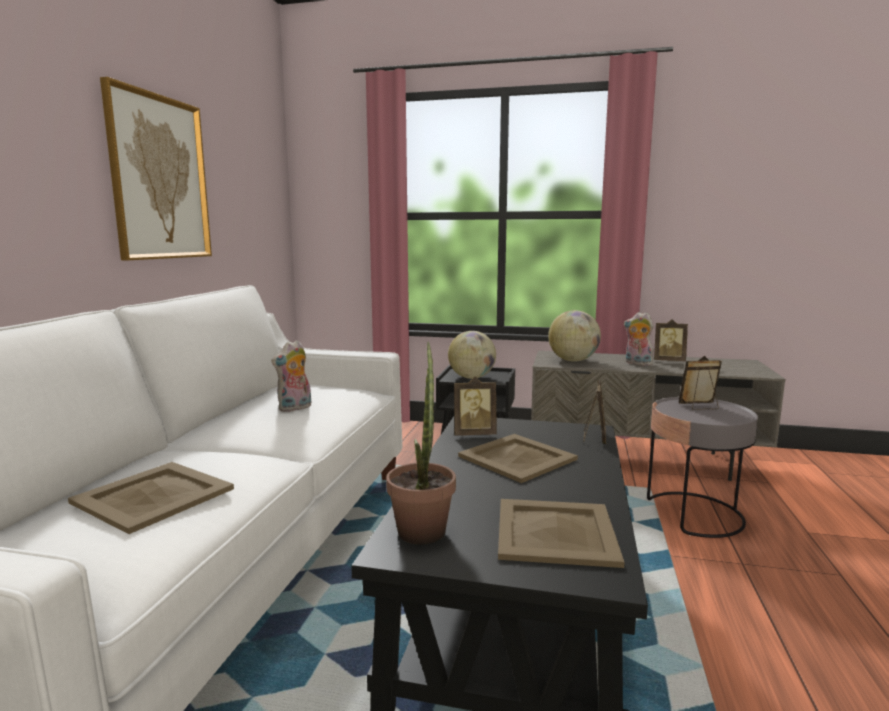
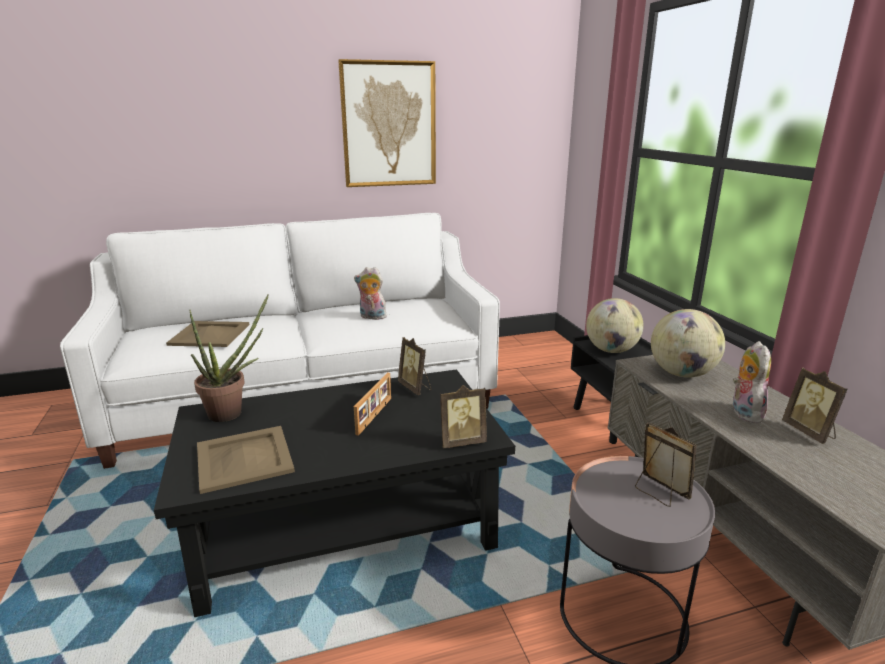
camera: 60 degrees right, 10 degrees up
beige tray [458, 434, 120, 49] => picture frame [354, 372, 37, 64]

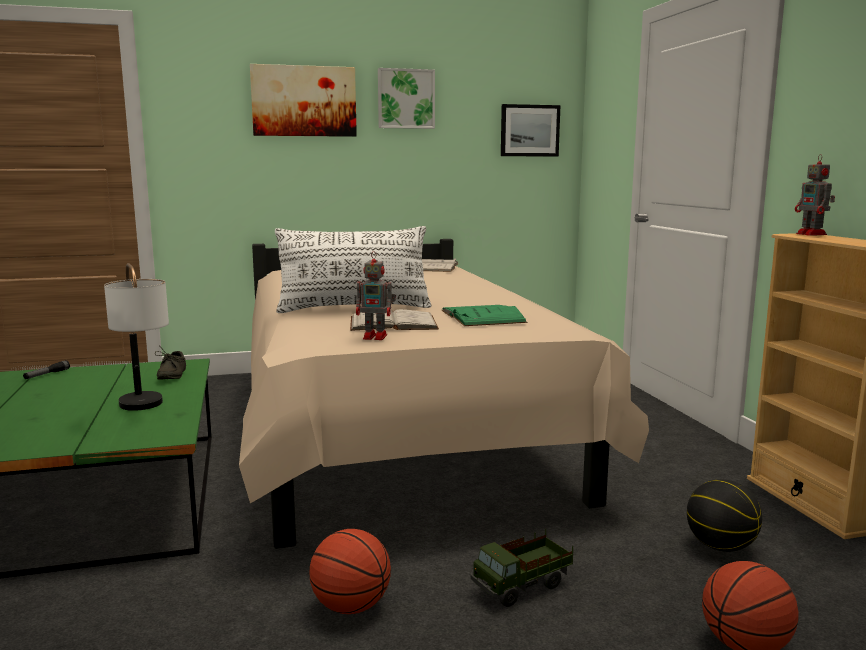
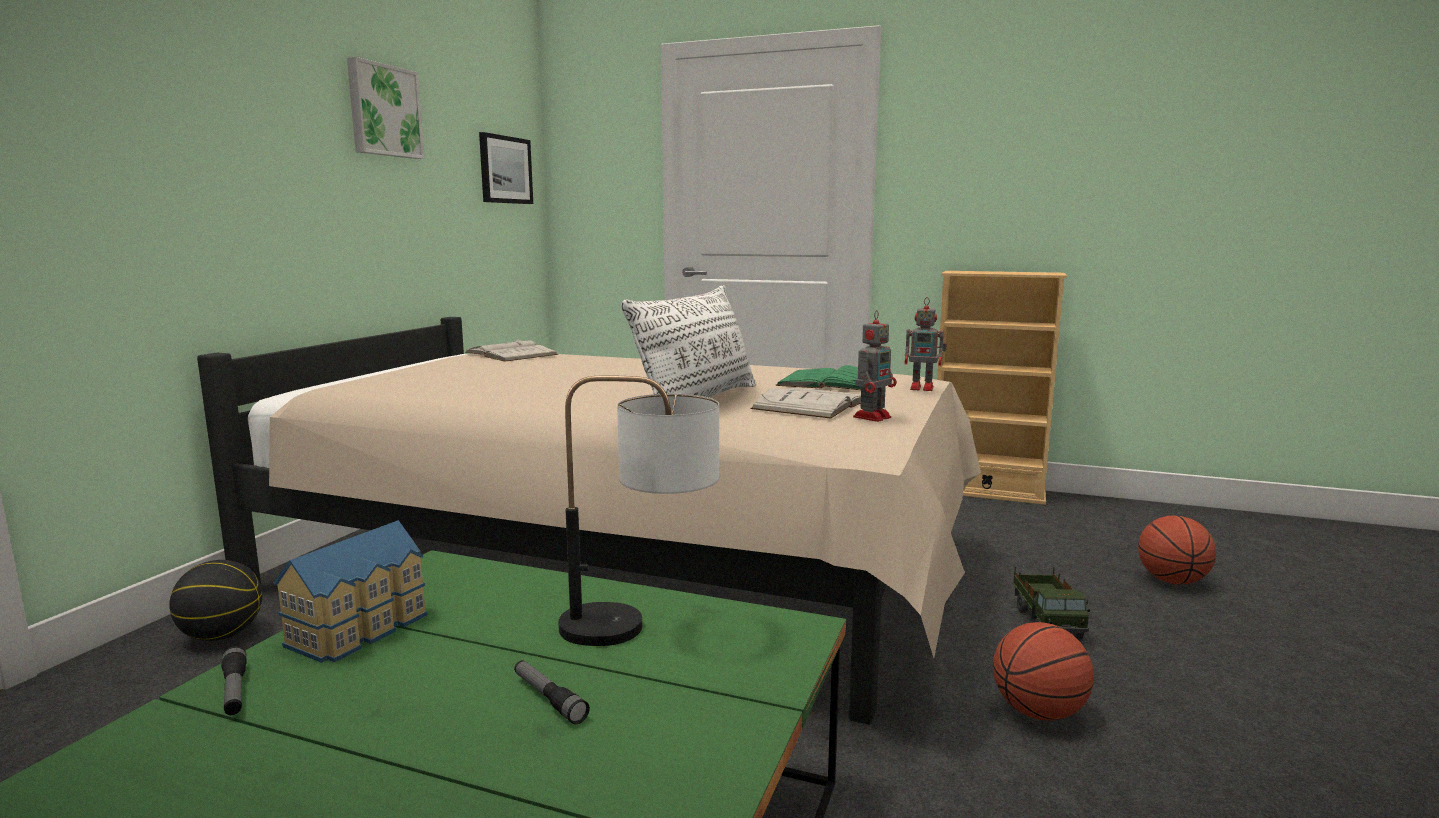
camera: 55 degrees left, 0 degrees up
basketball [687, 479, 75, 73] => basketball [169, 560, 93, 81], shifted
nothing => toy house [274, 520, 154, 143]
nothing => flashlight [514, 660, 76, 64]
toy robot [795, 154, 40, 82] => toy robot [904, 297, 43, 94], shifted
grey shoe [155, 348, 31, 32] => nothing
picture [250, 64, 107, 73] => nothing

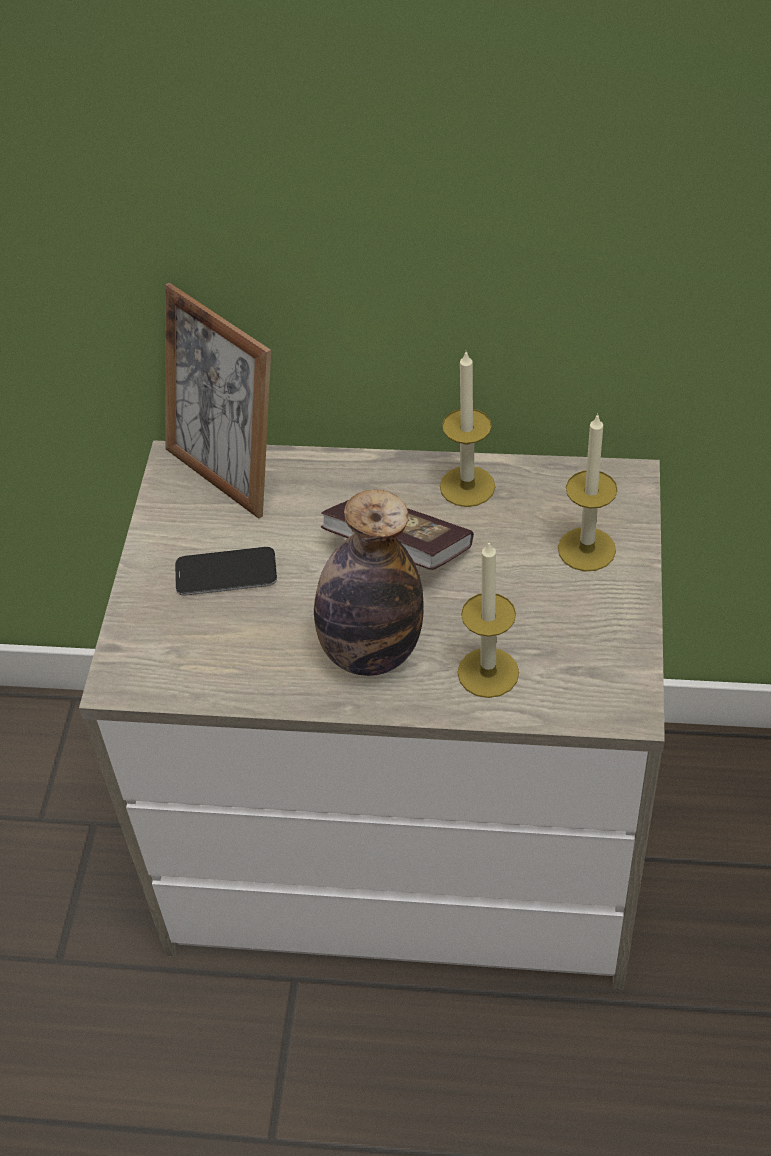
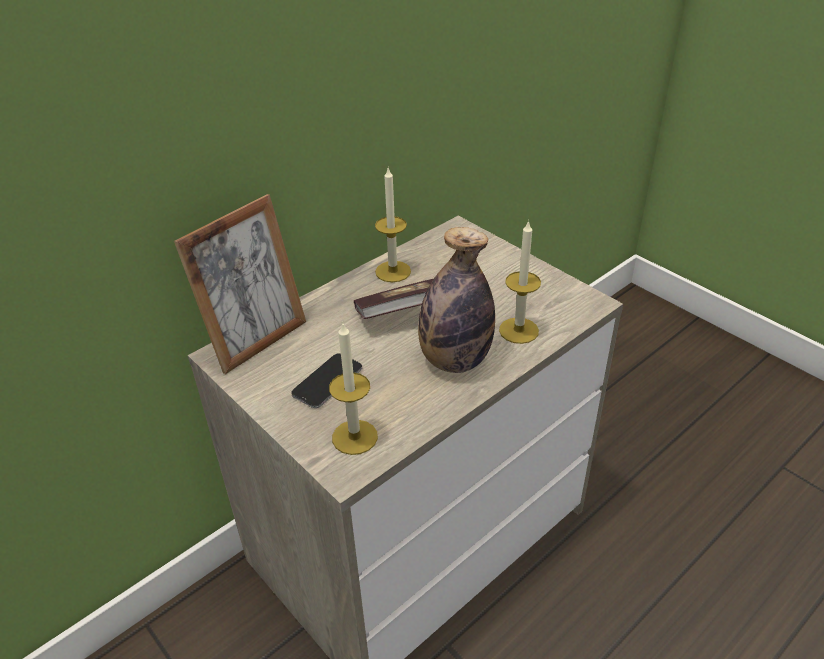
camera: 50 degrees left, 10 degrees down
picture frame [165, 283, 106, 236] => picture frame [174, 194, 132, 180], 45 degrees counterclockwise
candle [558, 413, 60, 158] => candle [329, 322, 49, 133], shifted

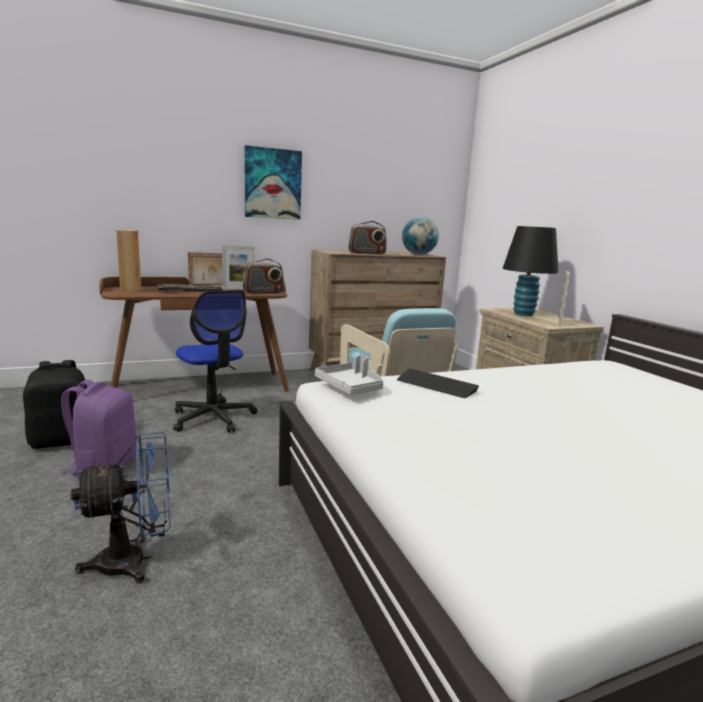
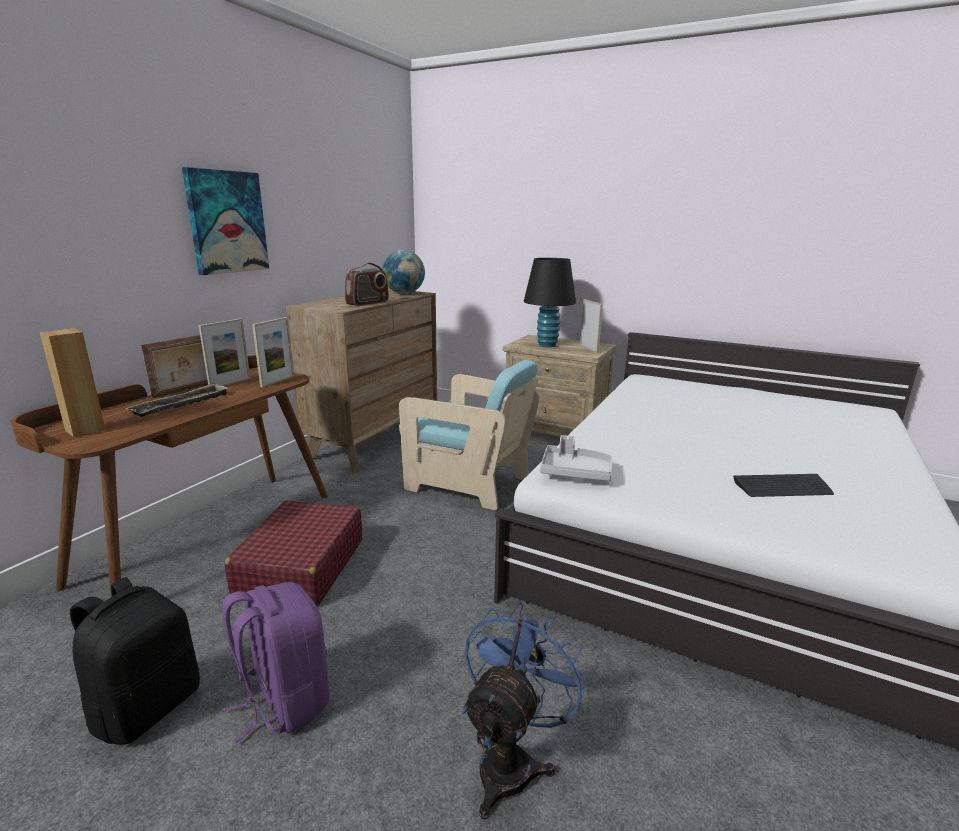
camera: 40 degrees left, 5 degrees up
office chair [173, 290, 85, 143] => red suitcase [225, 500, 137, 106]
radio [243, 258, 41, 36] => picture frame [252, 317, 42, 70]
keyboard [397, 368, 82, 30] => keyboard [733, 474, 101, 23], shifted

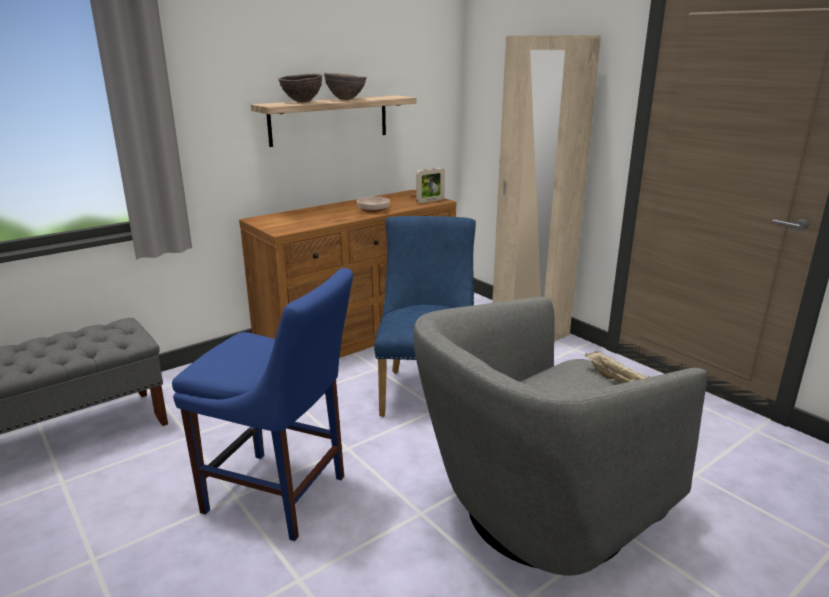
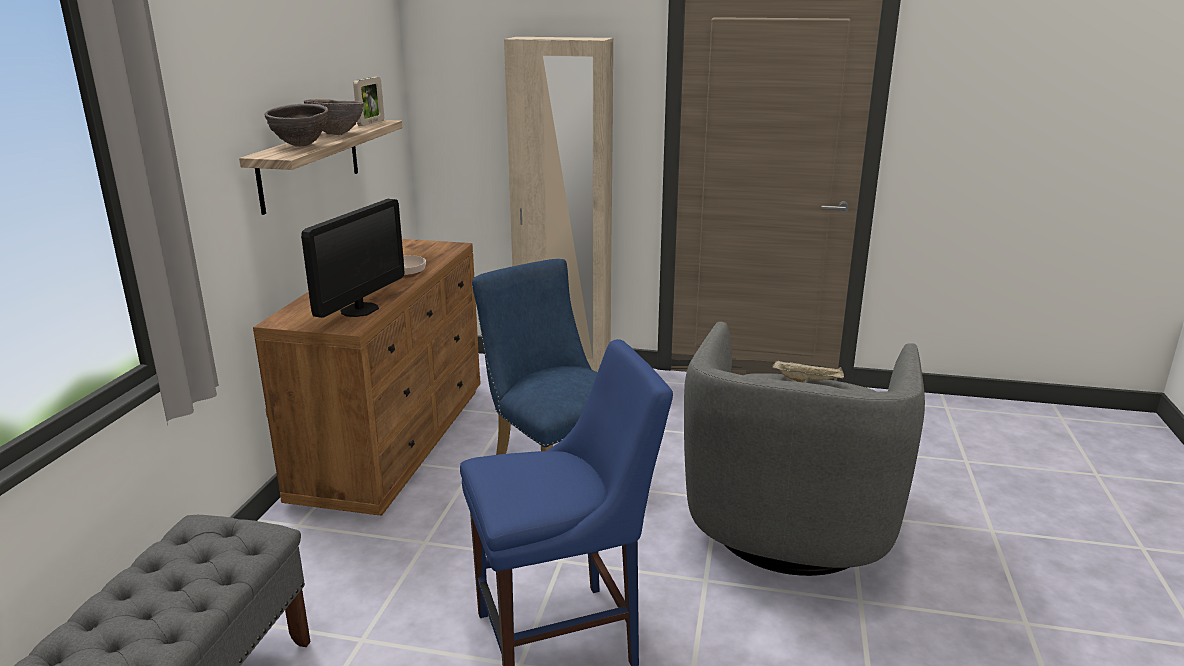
camera: 40 degrees left, 0 degrees up
nothing => monitor [301, 199, 103, 119]
picture frame [416, 168, 29, 35] => picture frame [353, 77, 31, 49], shifted

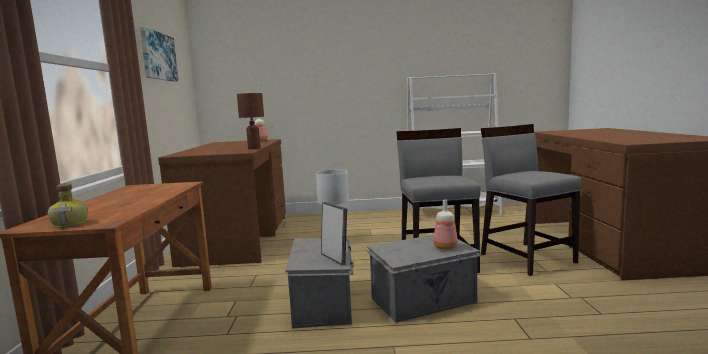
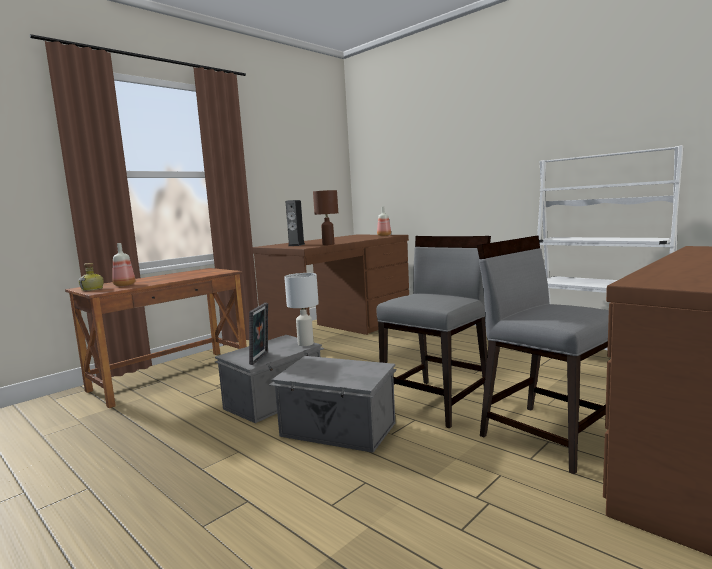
camera: 45 degrees right, 0 degrees up
bottle [433, 199, 25, 51] => bottle [112, 243, 23, 43], shifted
nothing => speaker [286, 200, 19, 46]
grey chair [481, 124, 101, 152] => grey chair [477, 235, 132, 239], 60 degrees counterclockwise
picture [140, 26, 39, 56] => nothing

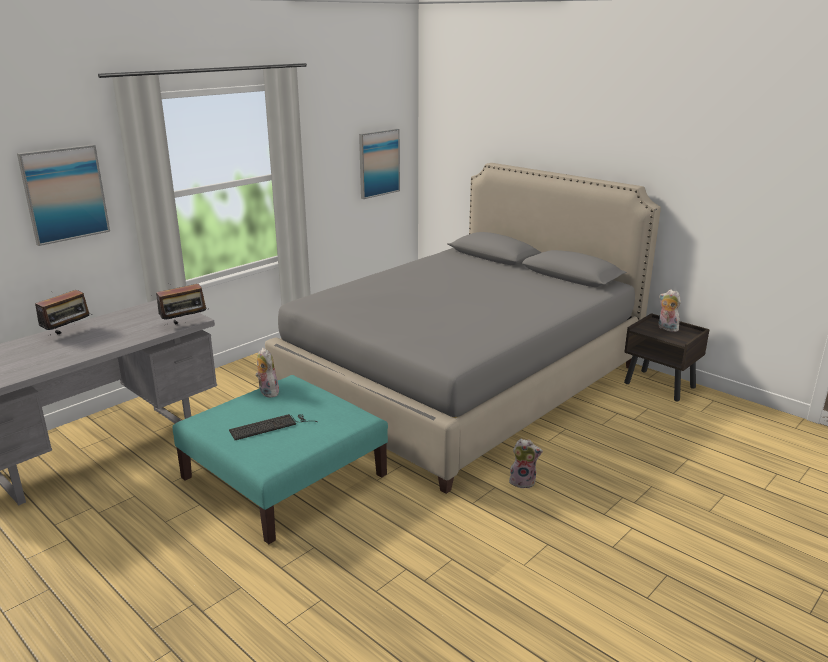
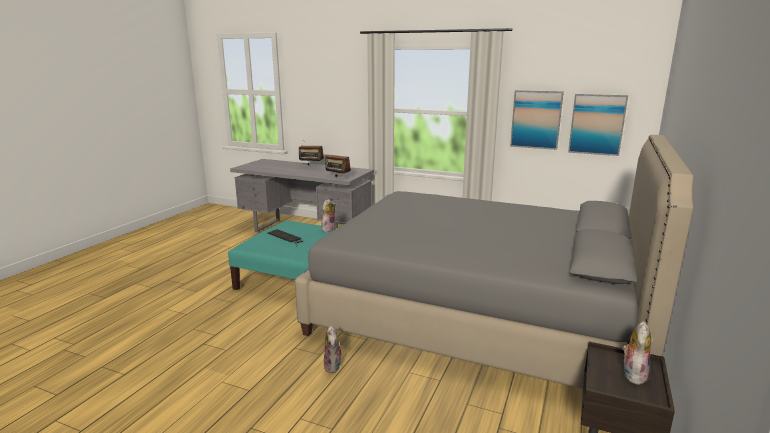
camera: 70 degrees right, 5 degrees down
picture [17, 145, 93, 101] => picture [510, 90, 54, 60], shifted

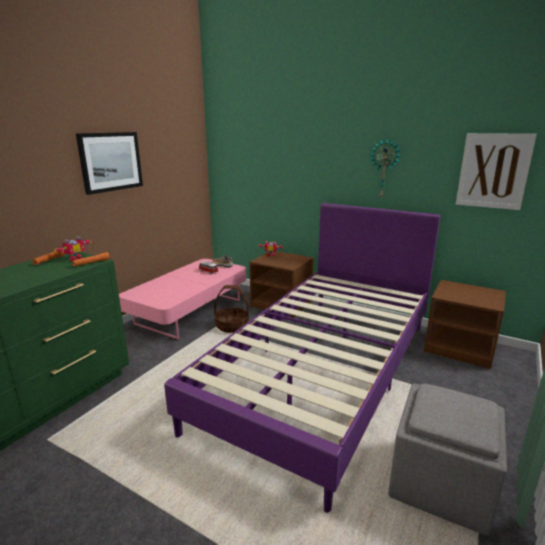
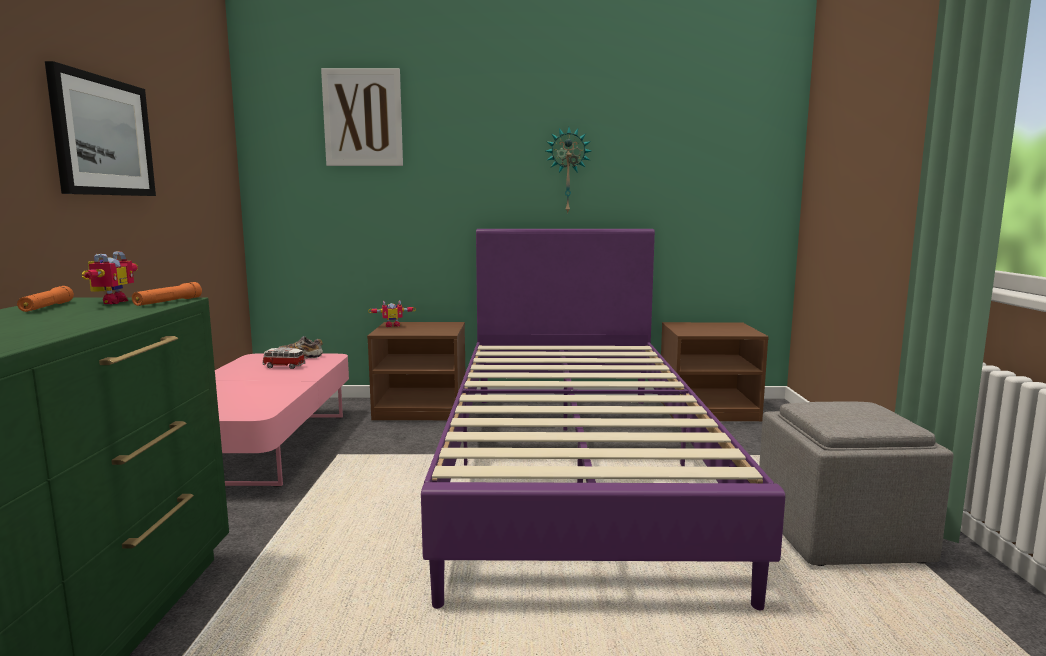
camera: 30 degrees left, 10 degrees down
picture [456, 133, 81, 77] => picture [321, 68, 82, 98], shifted
basket [214, 285, 35, 48] => nothing

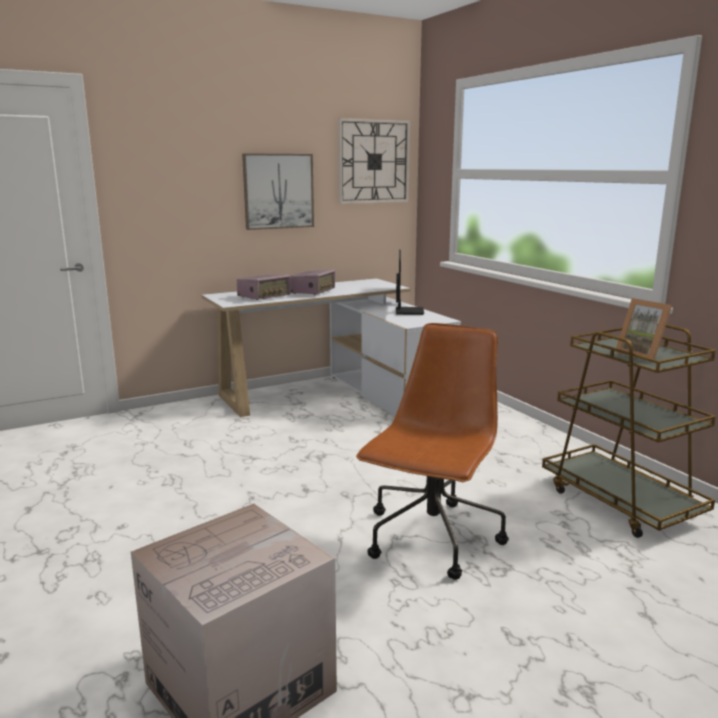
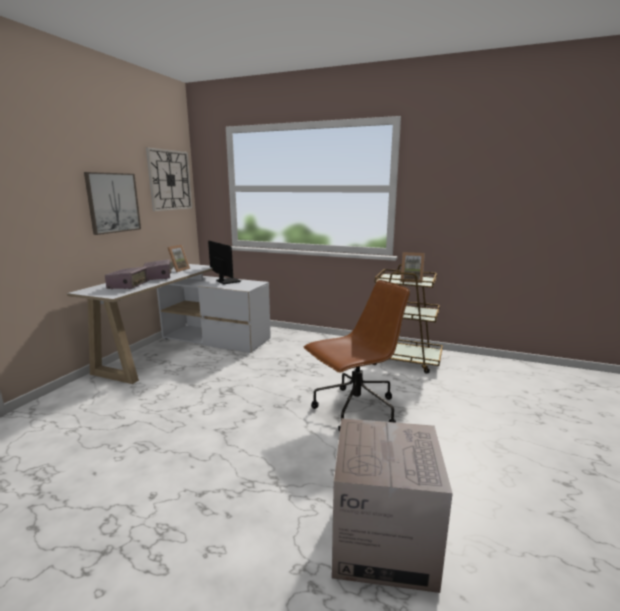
camera: 40 degrees left, 0 degrees up
nothing => picture frame [167, 245, 23, 27]
brown office chair [356, 323, 153, 257] => brown office chair [304, 280, 106, 151], 75 degrees clockwise

